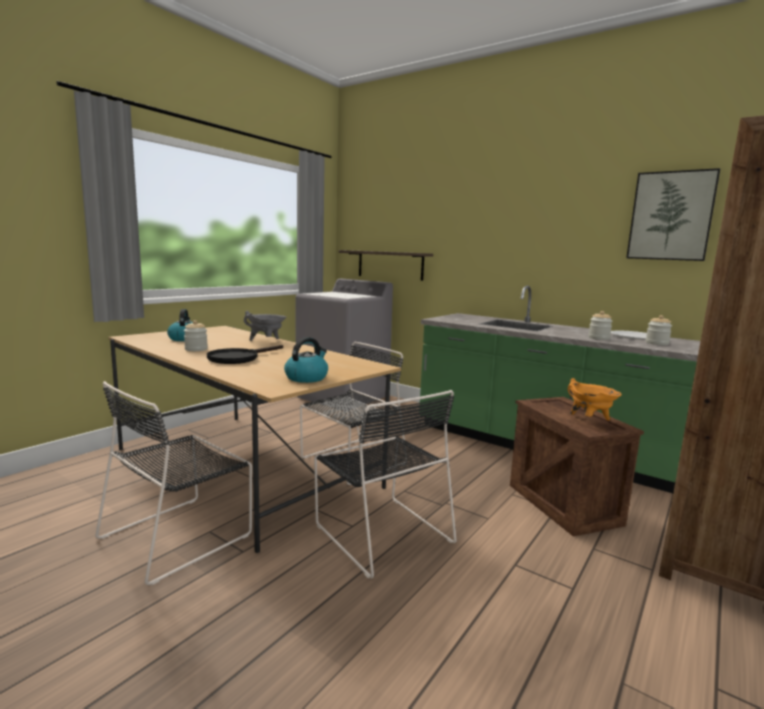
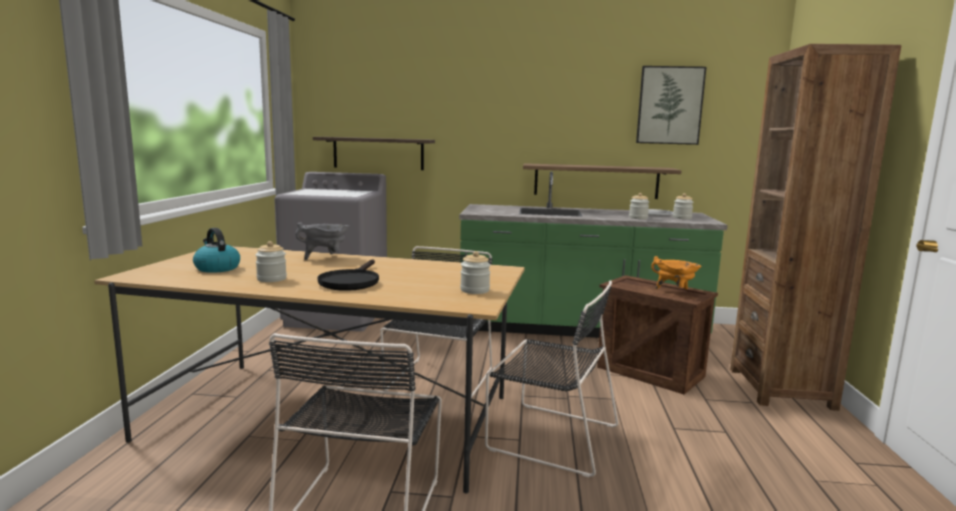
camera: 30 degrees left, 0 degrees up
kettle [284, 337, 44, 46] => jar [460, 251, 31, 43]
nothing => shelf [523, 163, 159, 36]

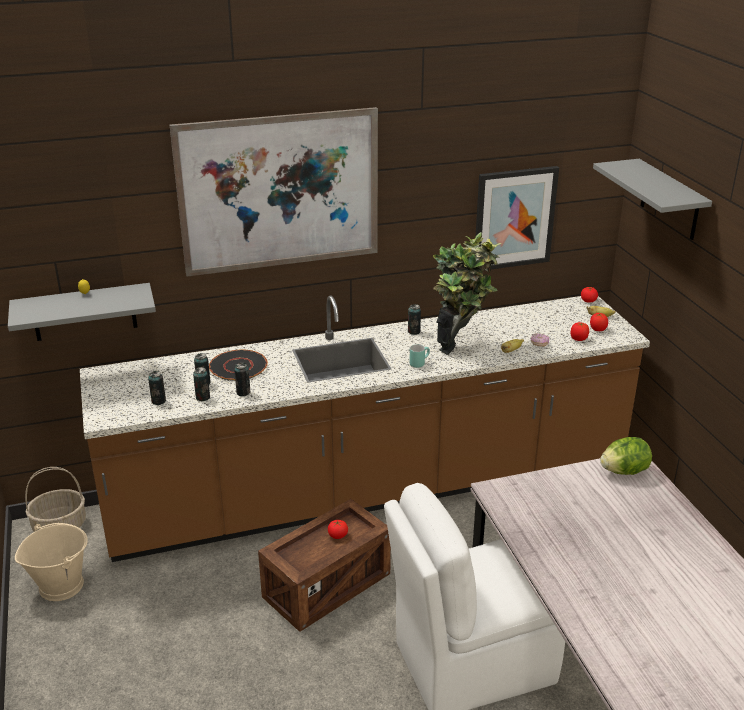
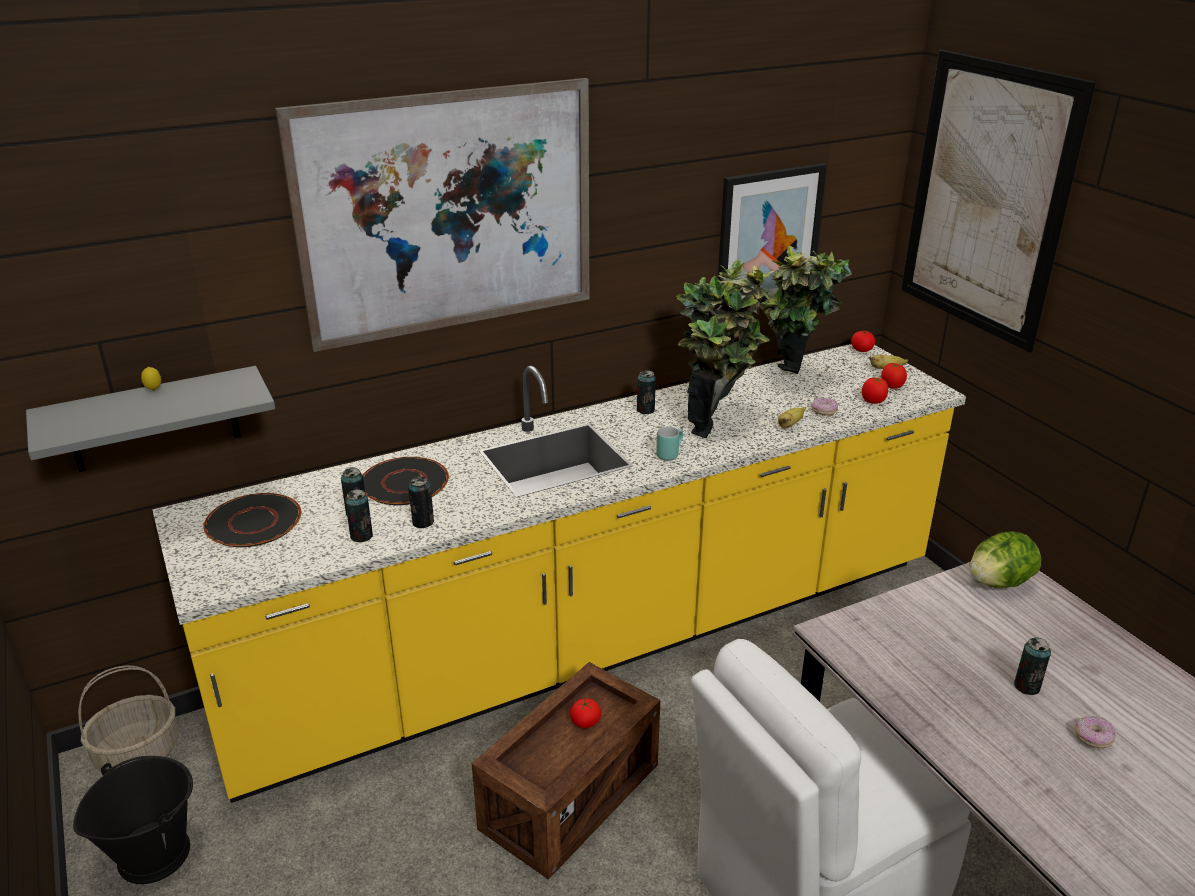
camera: 10 degrees left, 0 degrees up
beige bucket [15, 523, 73, 78] => black bucket [73, 756, 120, 128]
brown counter [80, 295, 570, 267] => yellow counter [152, 344, 814, 459]
nothing => black plate [203, 493, 99, 54]
nothing => potted plant [760, 246, 92, 128]
grey shelf [593, 159, 119, 81] => picture [901, 49, 195, 304]
can [148, 371, 18, 34] => can [1014, 637, 37, 58], shifted
nothing => donut [1074, 716, 41, 32]

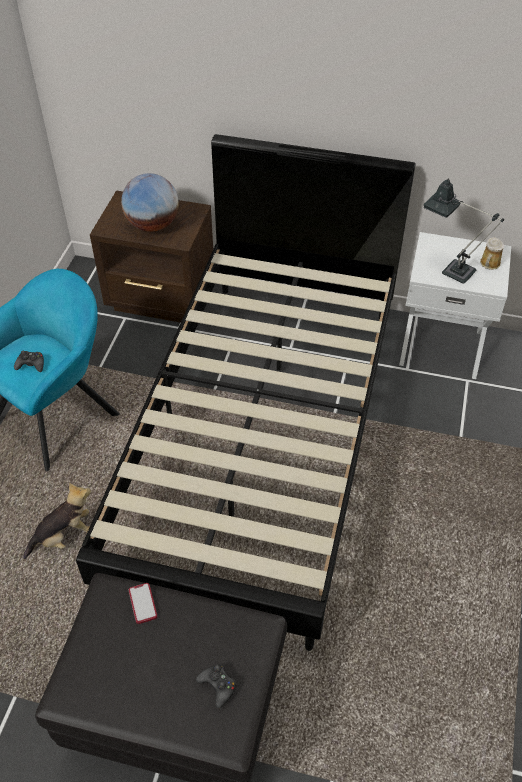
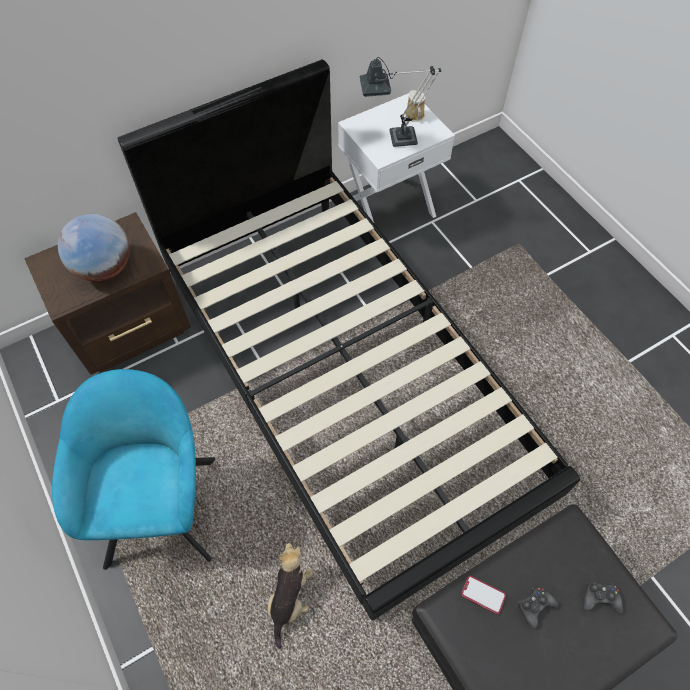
camera: 45 degrees left, 10 degrees up
black game controller [14, 351, 30, 21] => black game controller [517, 586, 42, 43], shifted

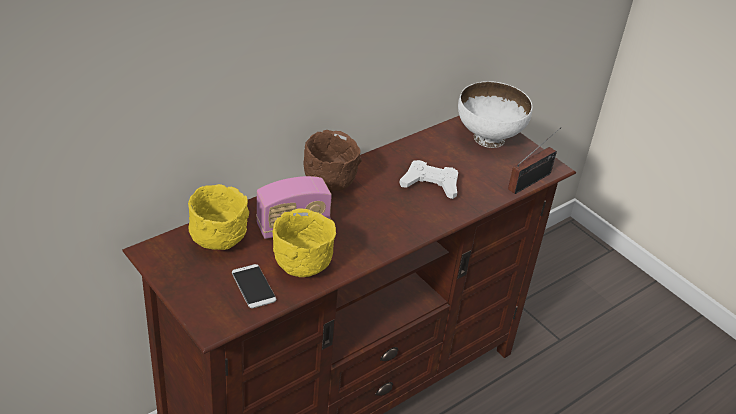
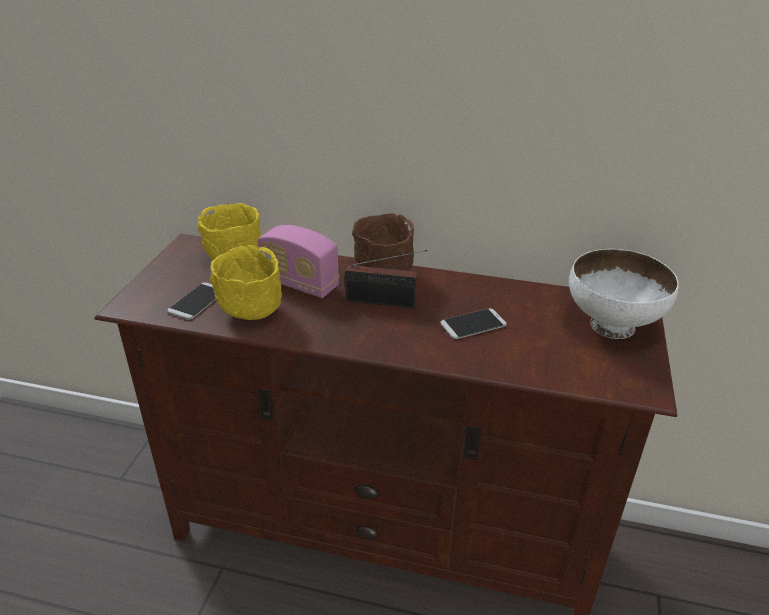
camera: 55 degrees right, 5 degrees down
radio [508, 127, 53, 67] => radio [345, 250, 82, 58], shifted
white game controller [400, 160, 58, 39] => phone [440, 308, 67, 31]

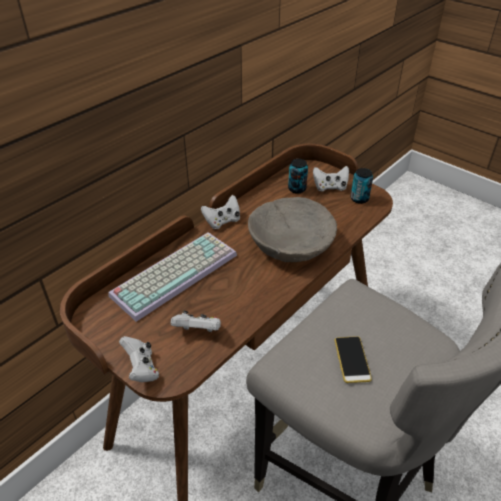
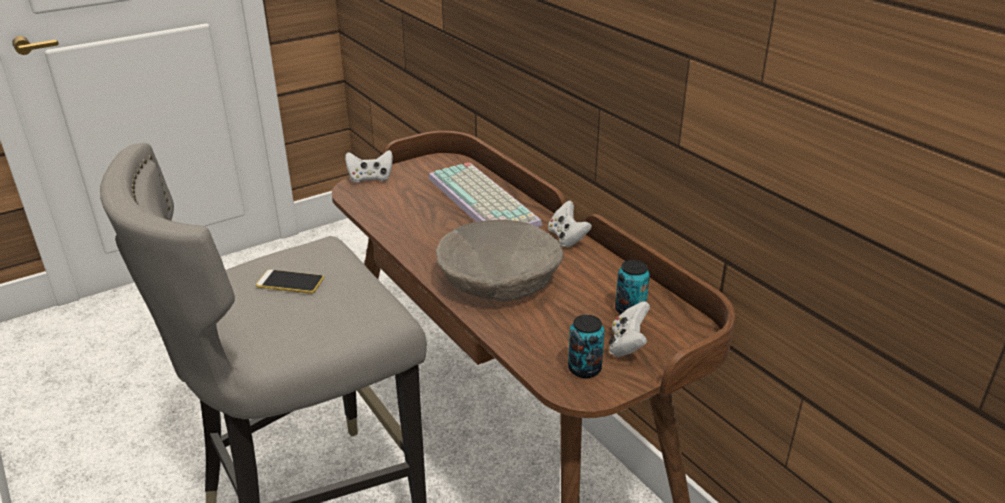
camera: 105 degrees right, 10 degrees down
white game controller [171, 311, 50, 21] => nothing

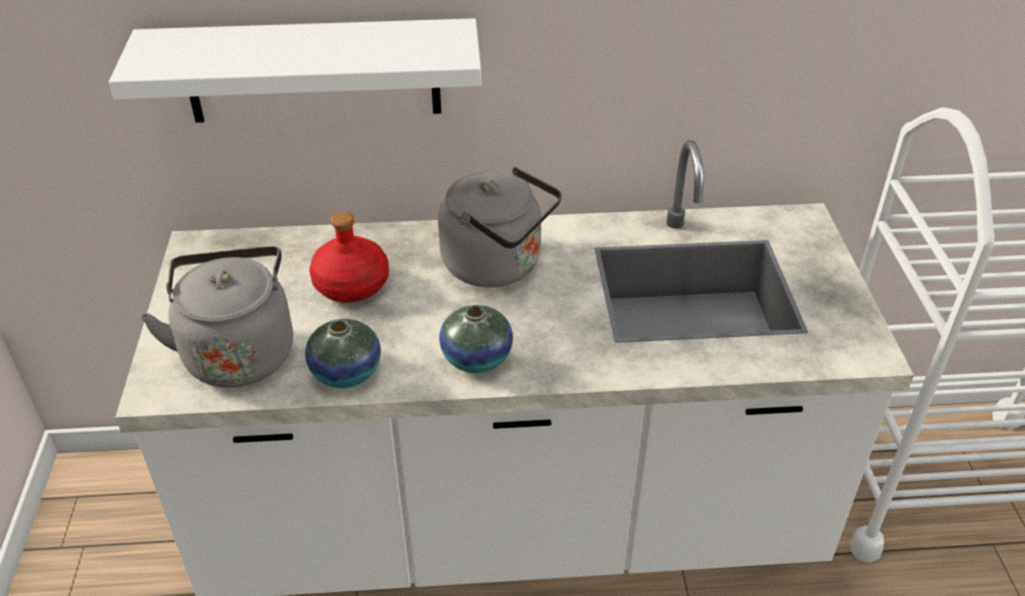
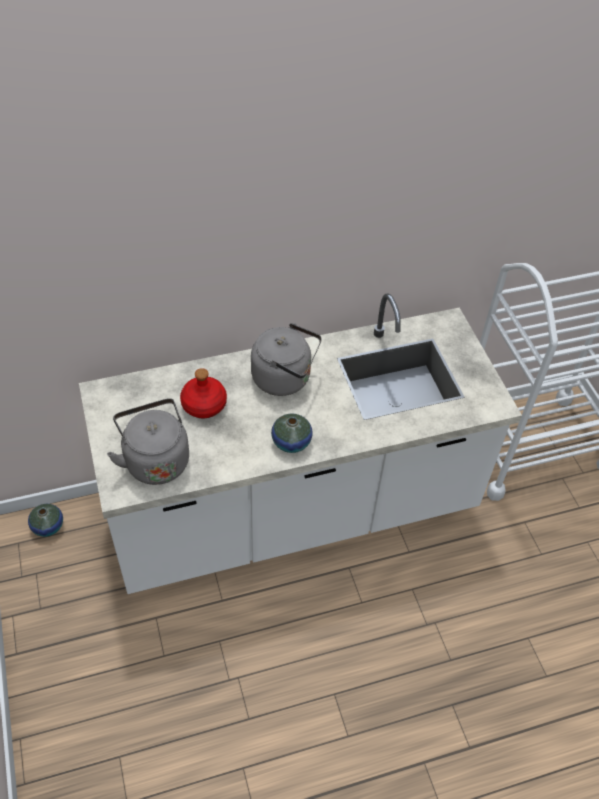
camera: 15 degrees left, 10 degrees up
vase [305, 319, 76, 69] => vase [28, 504, 35, 33], shifted
white shelf [109, 18, 372, 105] => nothing

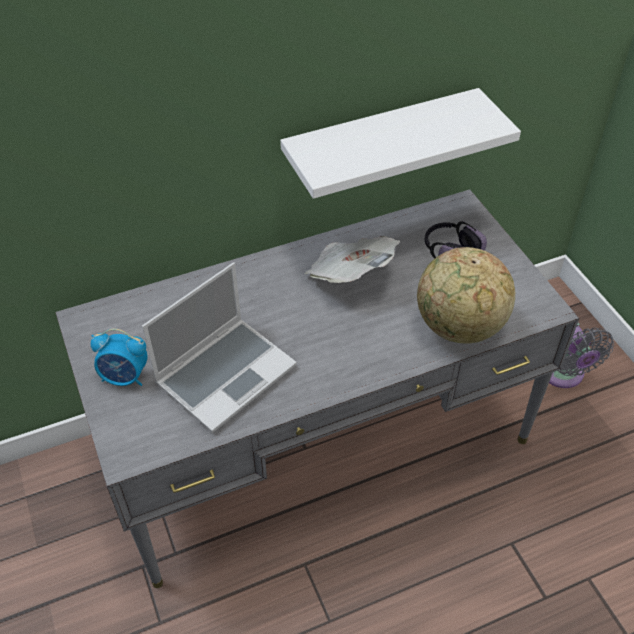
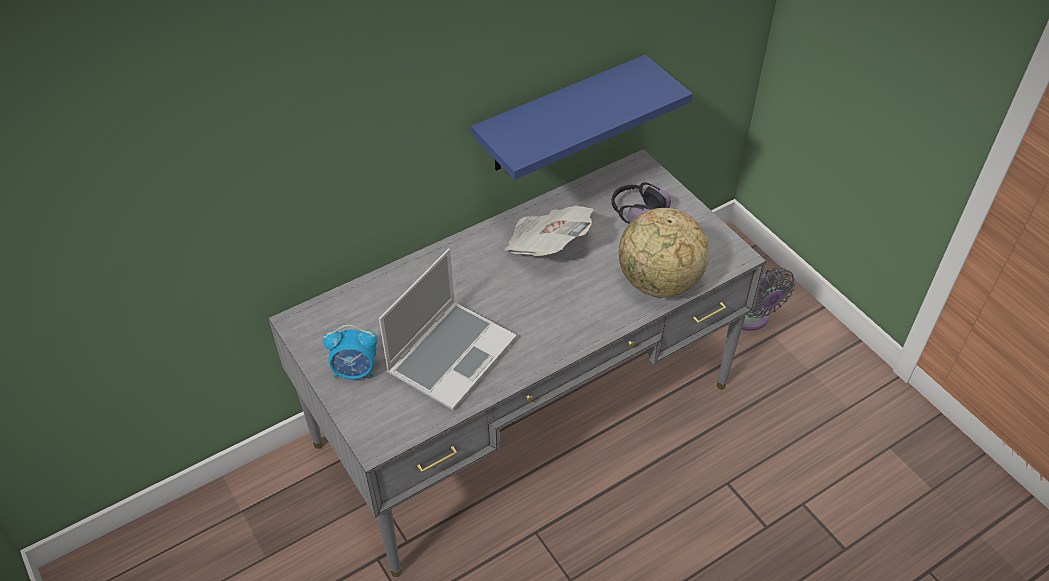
camera: 10 degrees left, 0 degrees up
white shelf [280, 88, 241, 111] => blue shelf [471, 55, 222, 125]

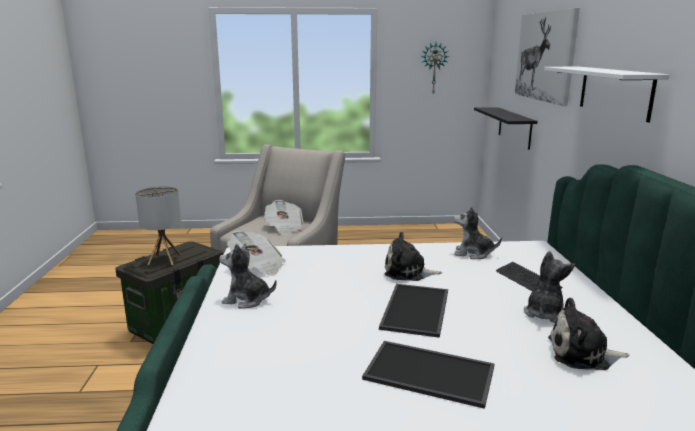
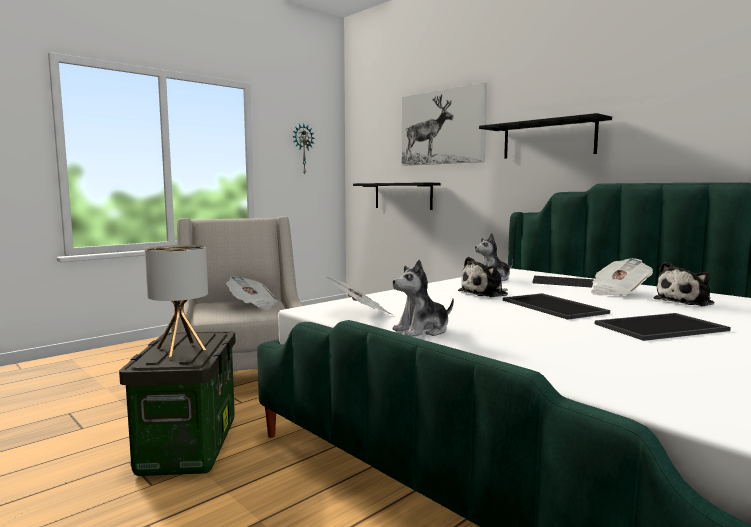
camera: 40 degrees left, 10 degrees down
white shelf [544, 67, 126, 55] => black shelf [479, 113, 133, 45]
plush toy [524, 251, 51, 72] => newspaper [591, 258, 62, 38]

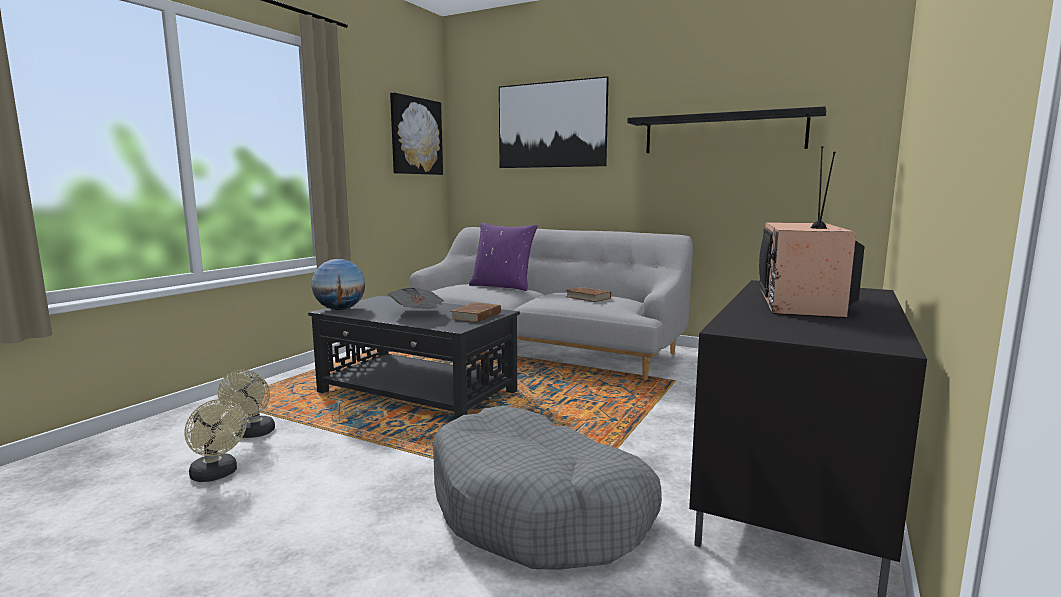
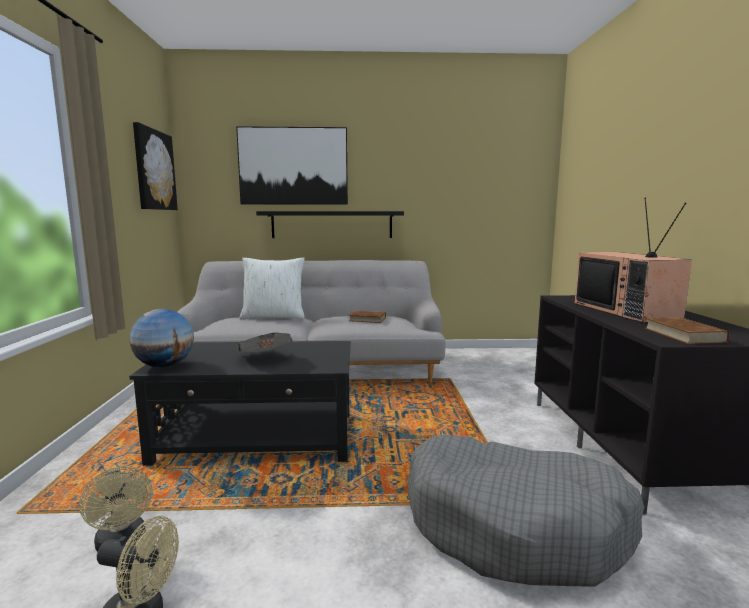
camera: 30 degrees left, 0 degrees up
purple pillow [469, 223, 69, 68] => white pillow [240, 258, 65, 62]
black shelf [627, 106, 199, 47] => black shelf [256, 211, 148, 27], shifted
brown book [450, 302, 51, 20] => brown book [644, 317, 85, 27], shifted

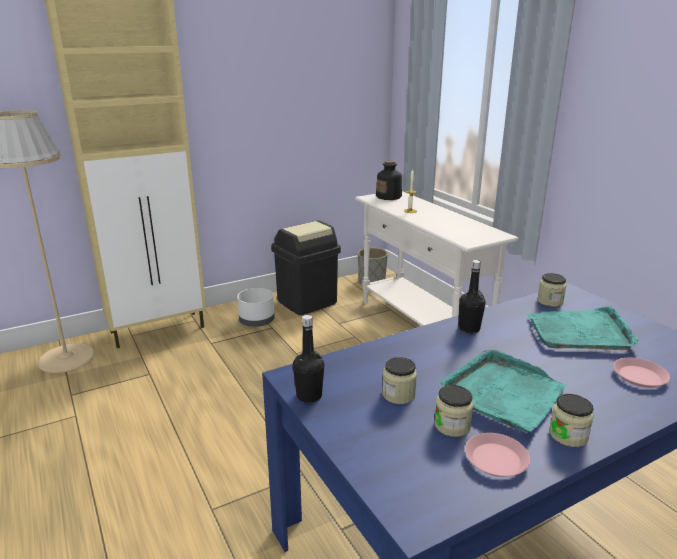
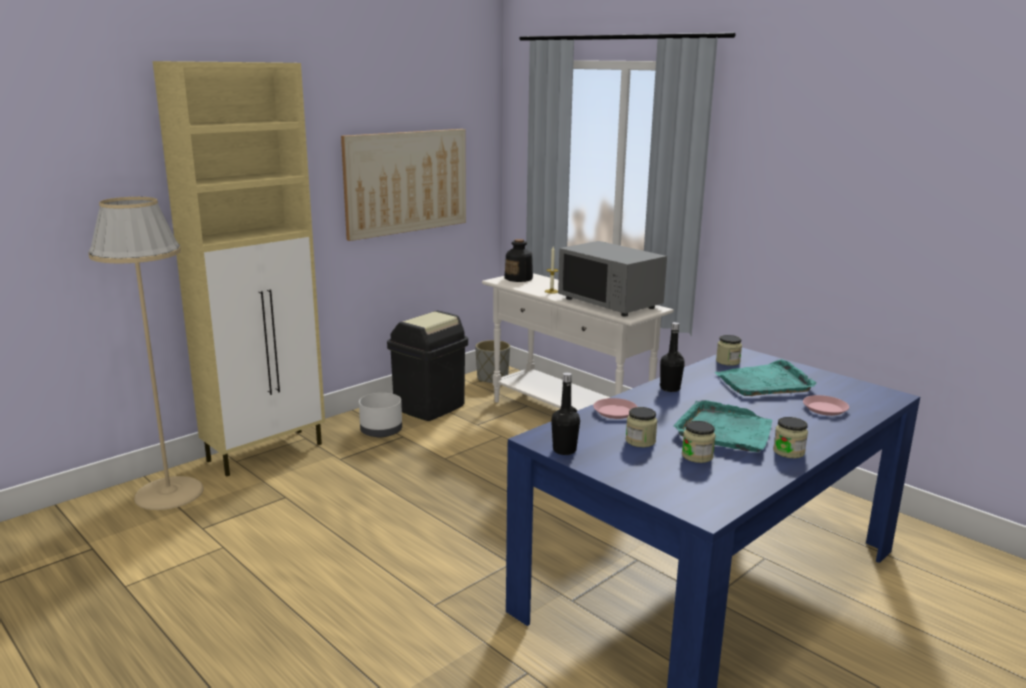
camera: 15 degrees left, 5 degrees down
nothing => picture [341, 129, 125, 112]
nothing => grey microwave [558, 241, 109, 75]
pink plate [465, 433, 65, 44] => pink plate [593, 398, 45, 21], shifted

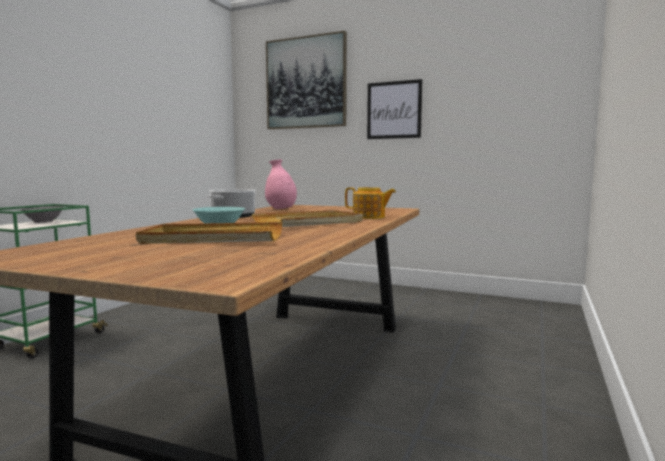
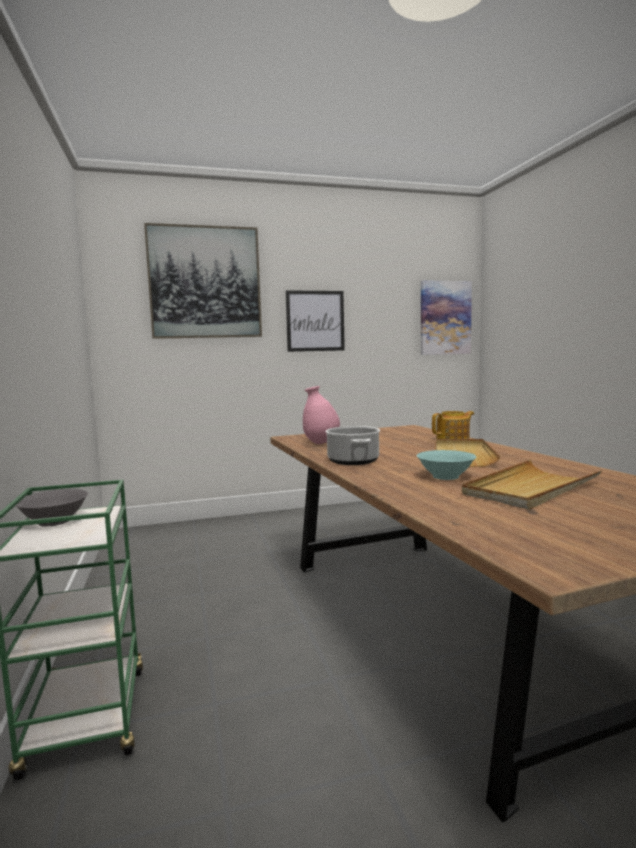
camera: 40 degrees left, 0 degrees up
nothing => picture [421, 280, 51, 75]

